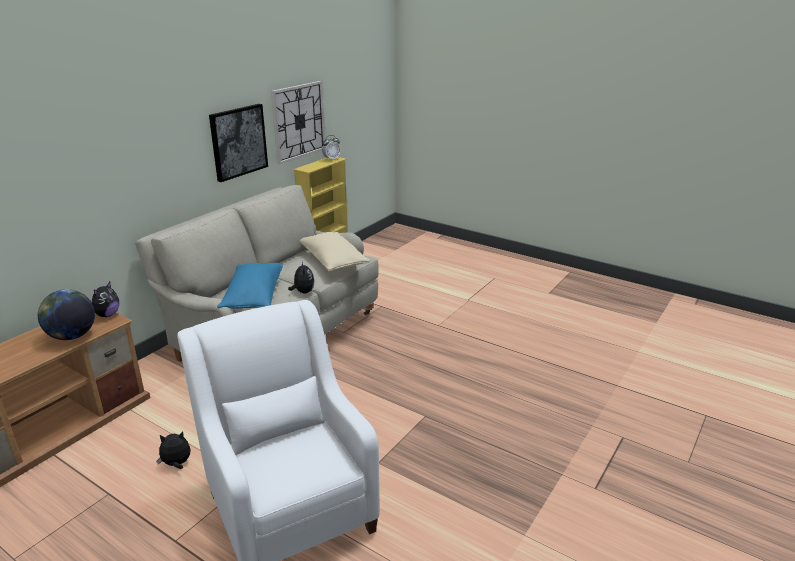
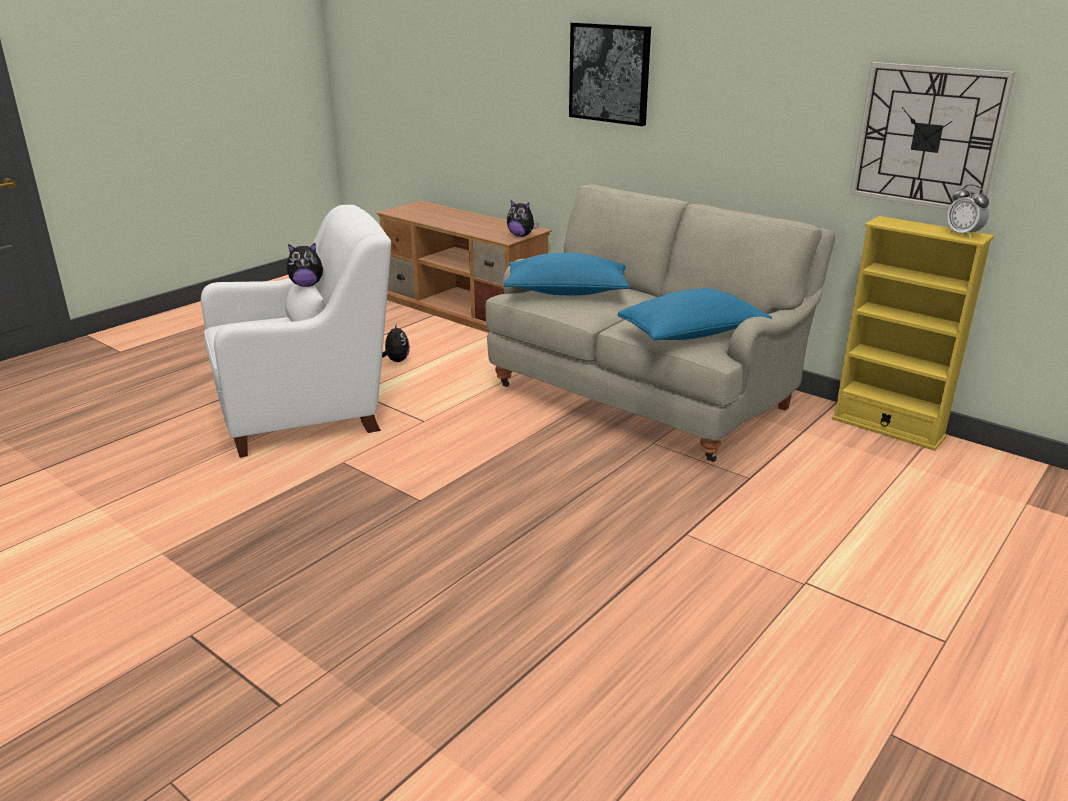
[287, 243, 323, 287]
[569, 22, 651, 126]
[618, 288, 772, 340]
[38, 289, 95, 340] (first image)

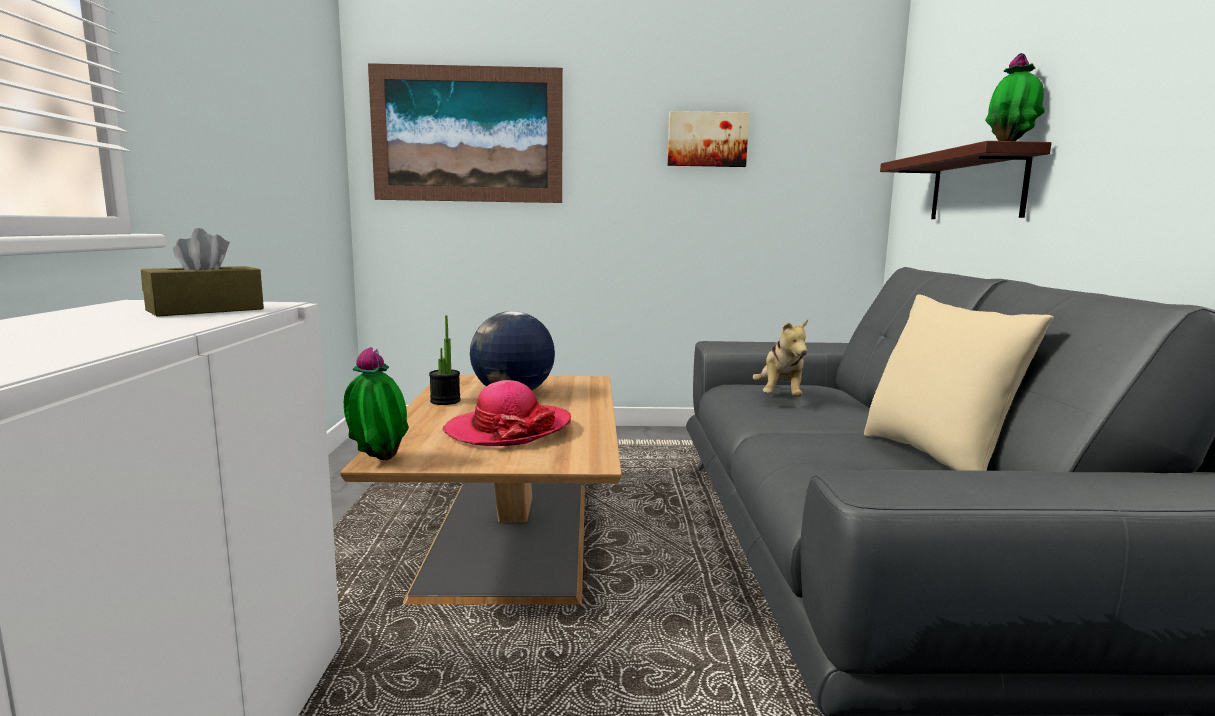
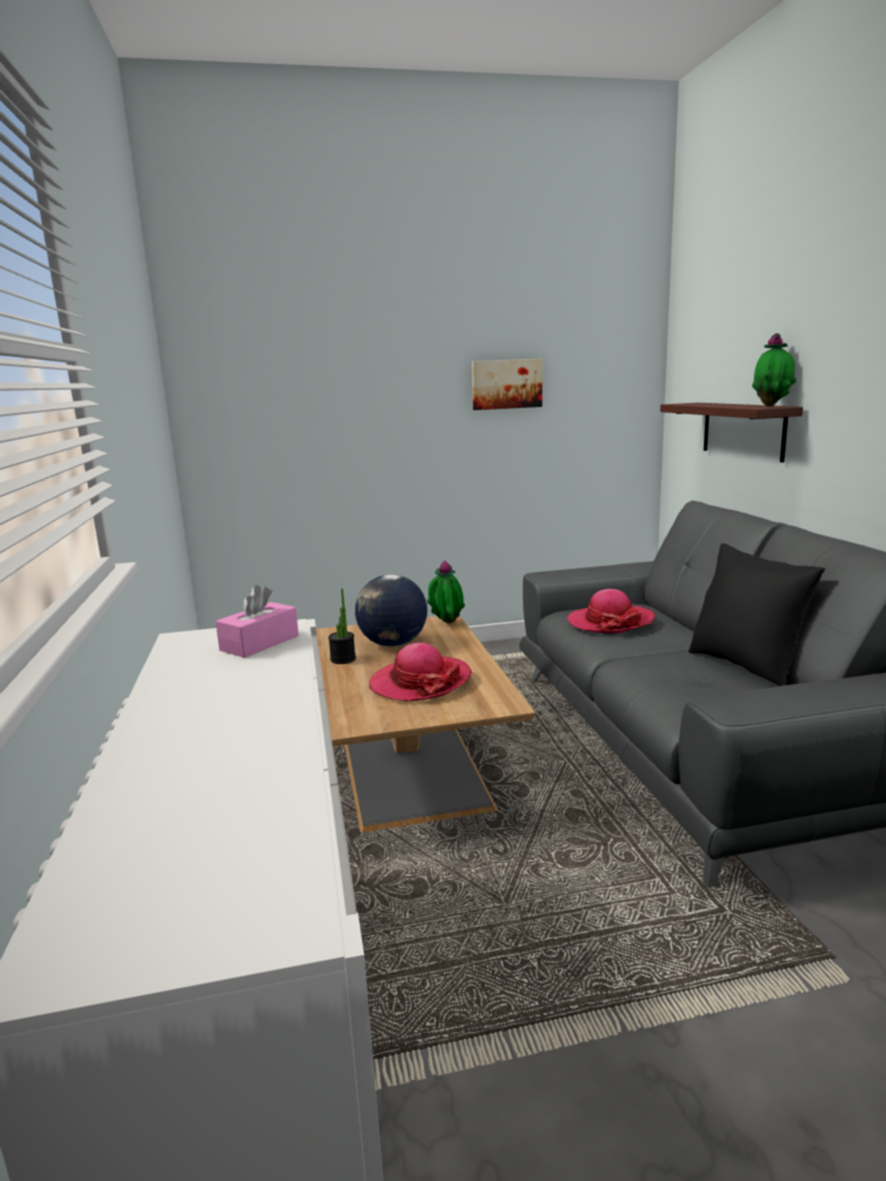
[216, 585, 299, 658]
[427, 561, 465, 623]
[566, 589, 655, 634]
[689, 543, 825, 686]
[368, 63, 563, 203] (first image)

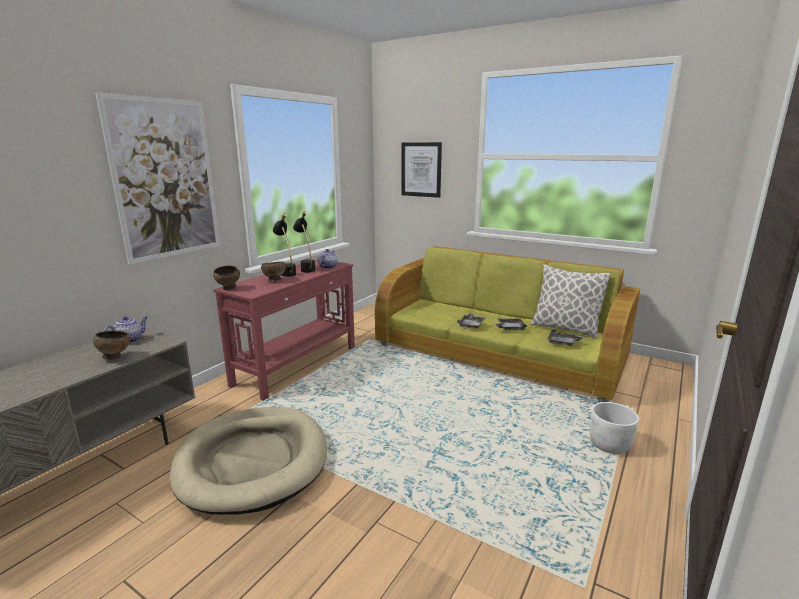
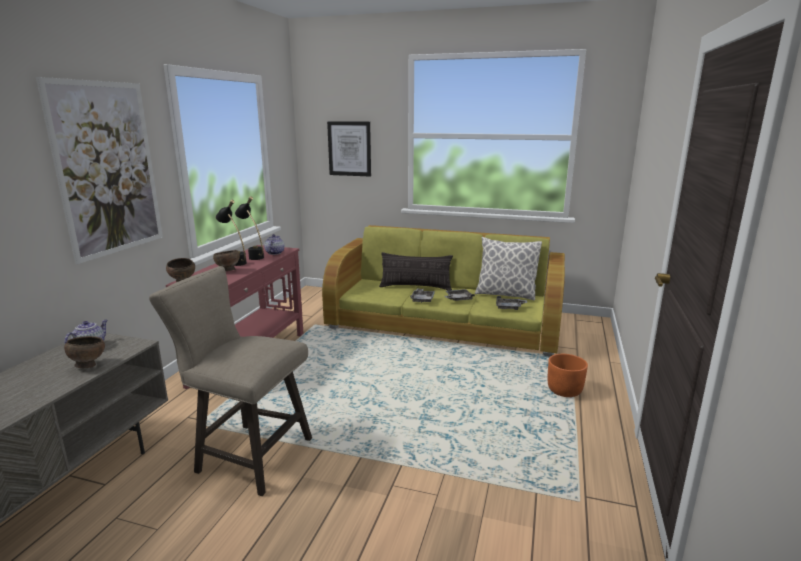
[149, 266, 312, 496]
[379, 252, 453, 291]
[548, 354, 588, 397]

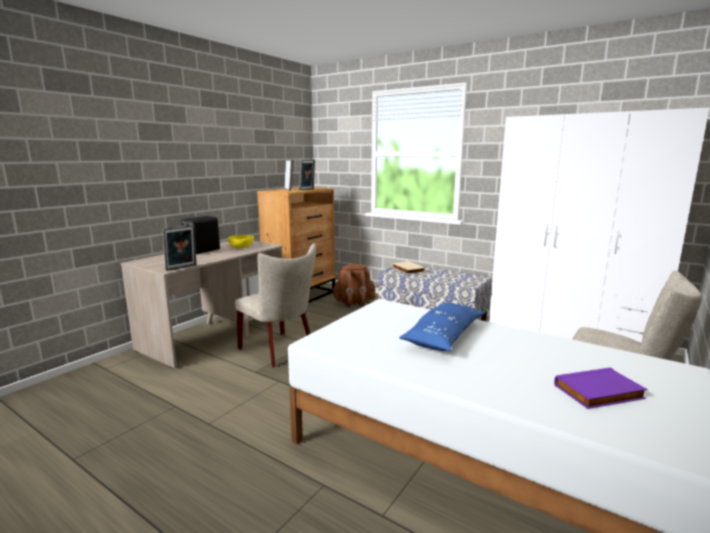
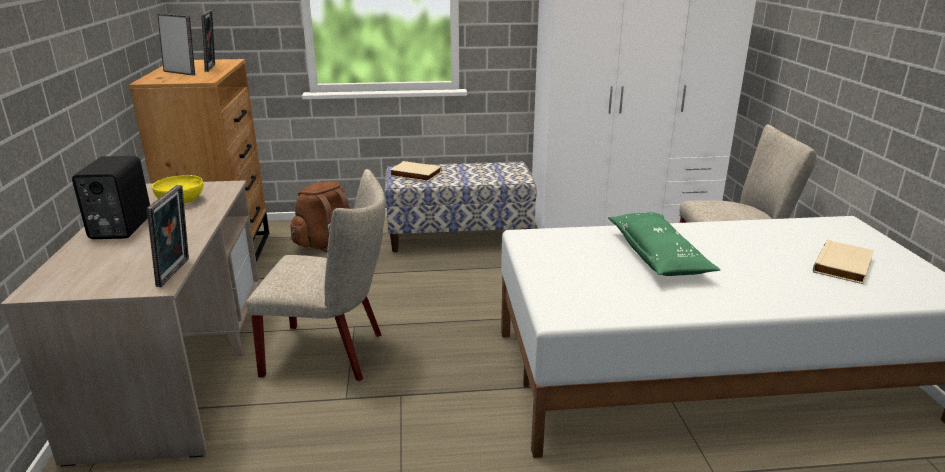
[608, 212, 720, 276]
[813, 240, 874, 284]

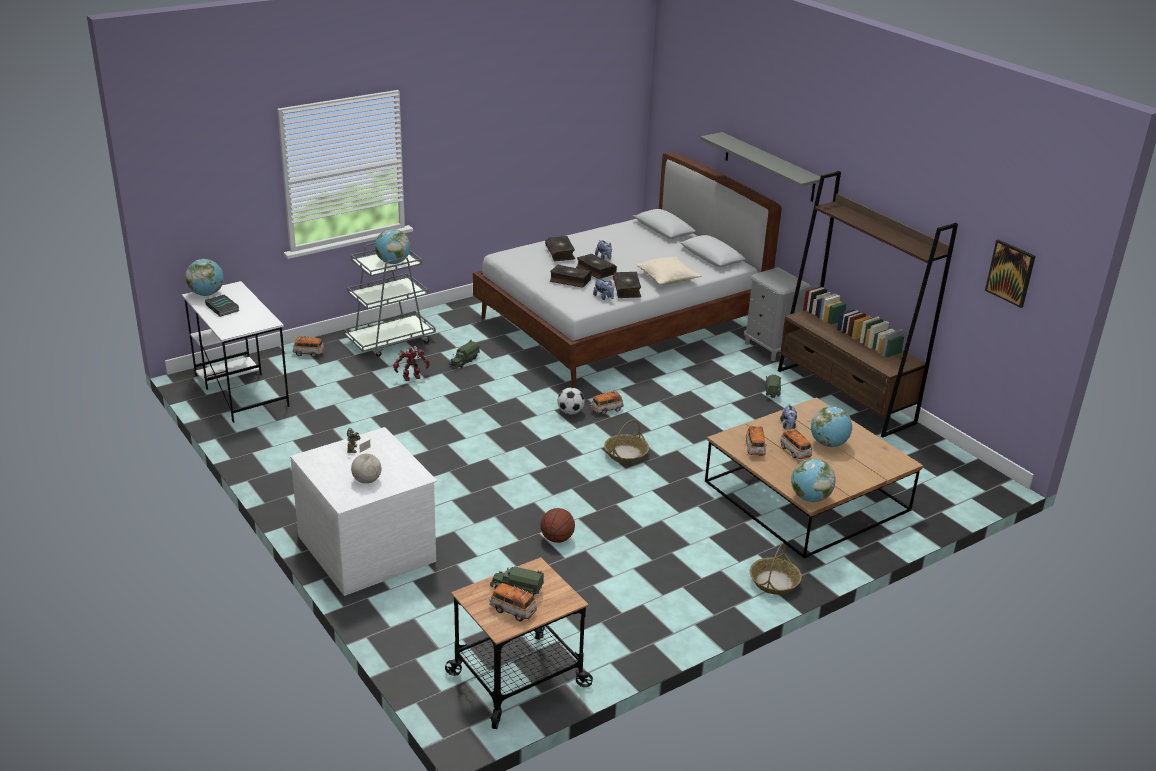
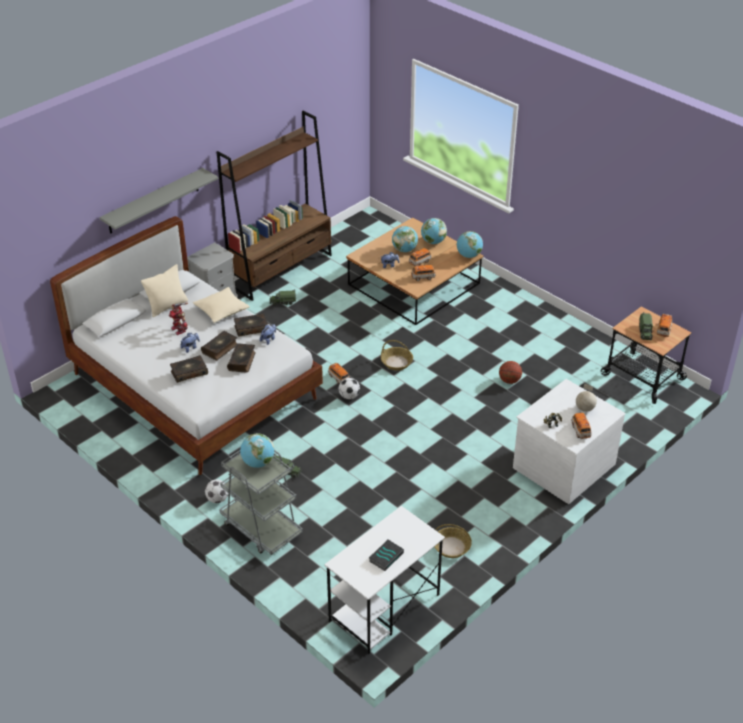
[141, 264, 188, 317]
[169, 303, 188, 335]
[205, 480, 228, 503]
[421, 218, 447, 244]
[435, 524, 472, 558]
[571, 413, 592, 439]
[985, 240, 1035, 308] (first image)

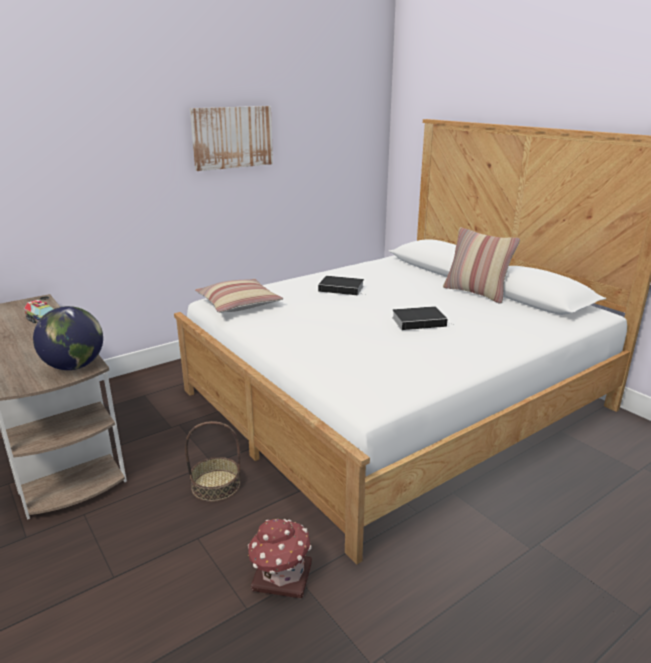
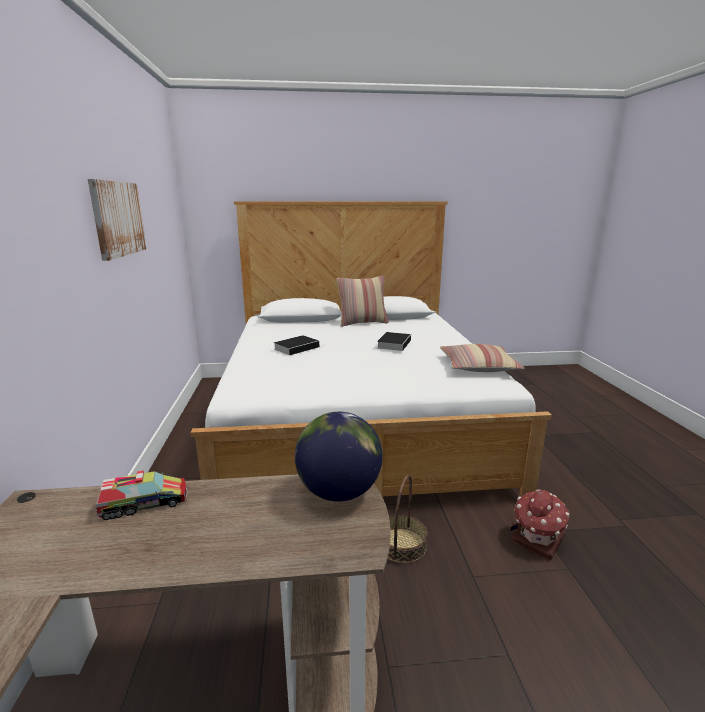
[440, 344, 525, 372]

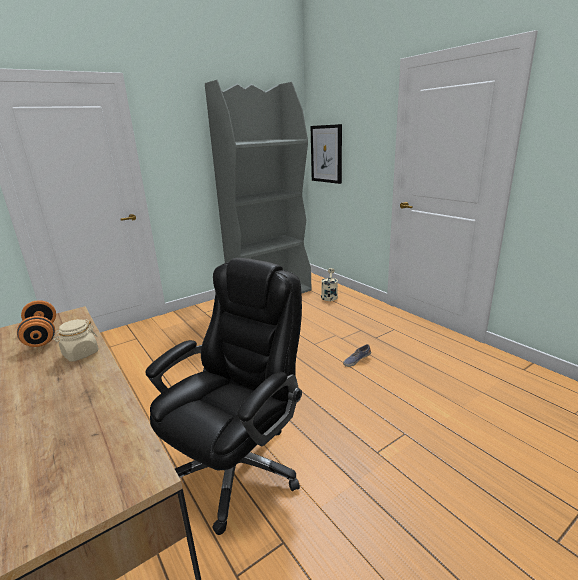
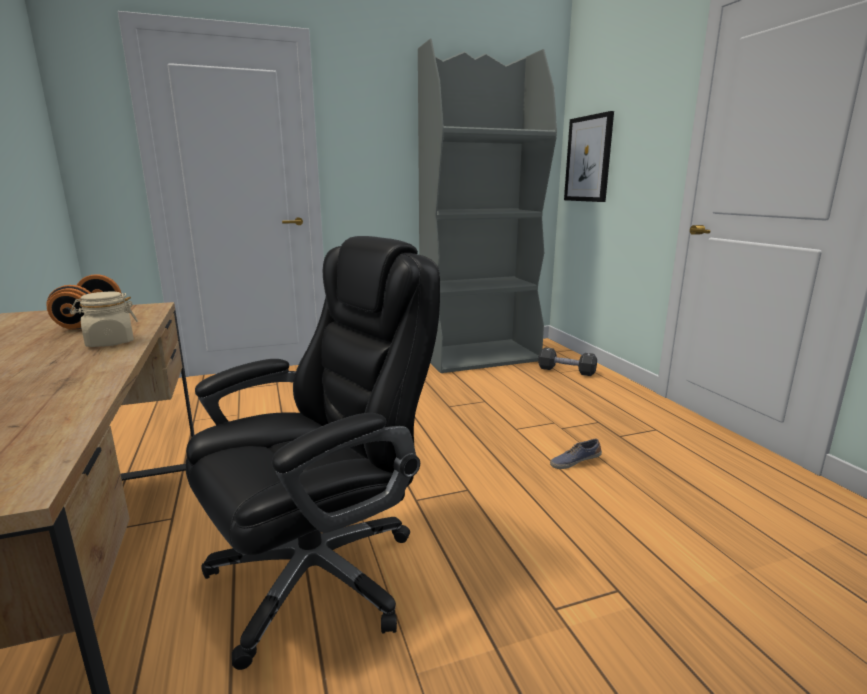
[538, 347, 597, 376]

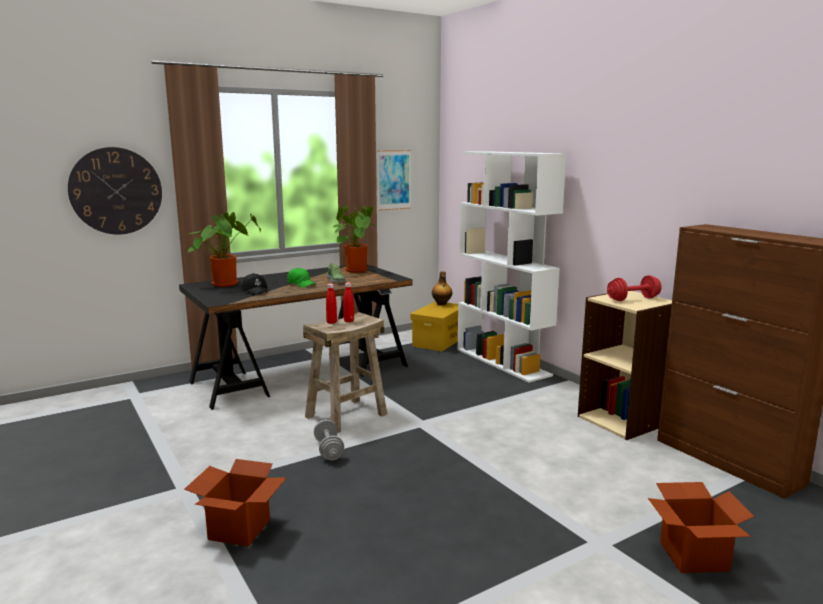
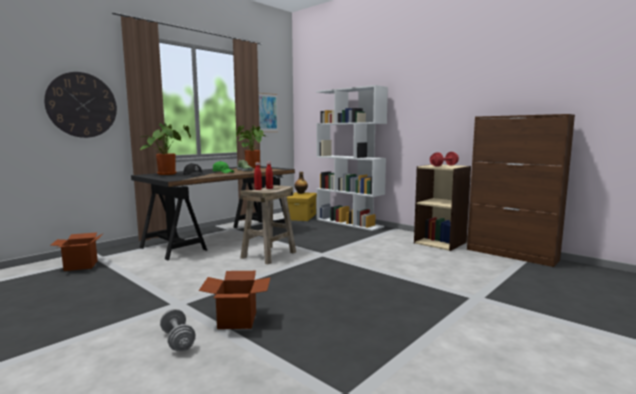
[50, 233, 103, 271]
[160, 309, 195, 352]

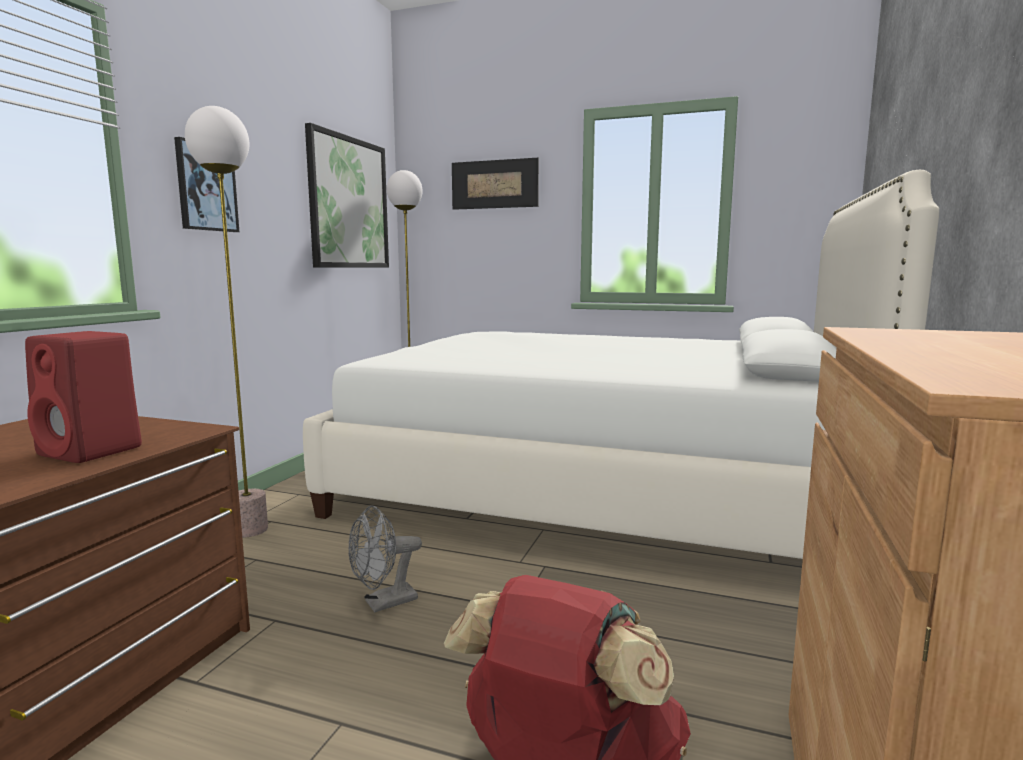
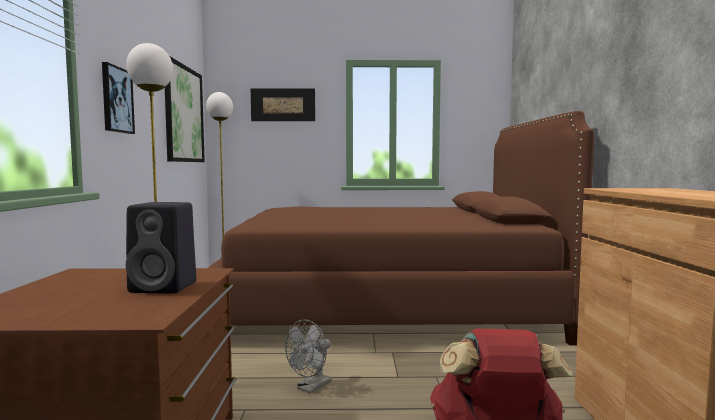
[126, 202, 196, 294]
[208, 111, 595, 345]

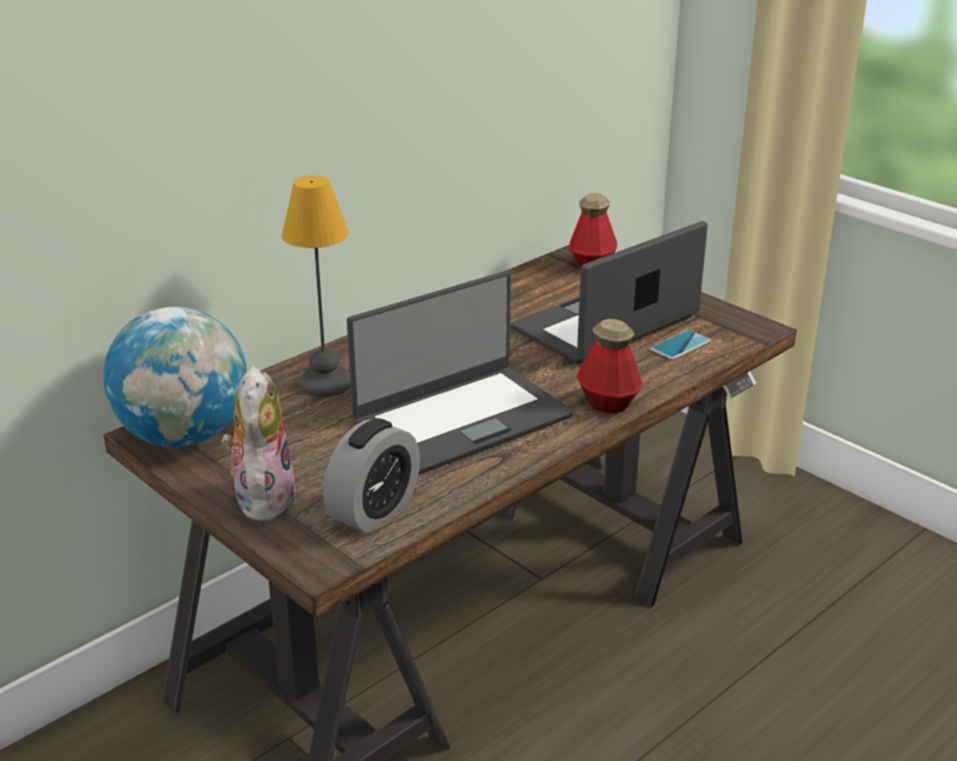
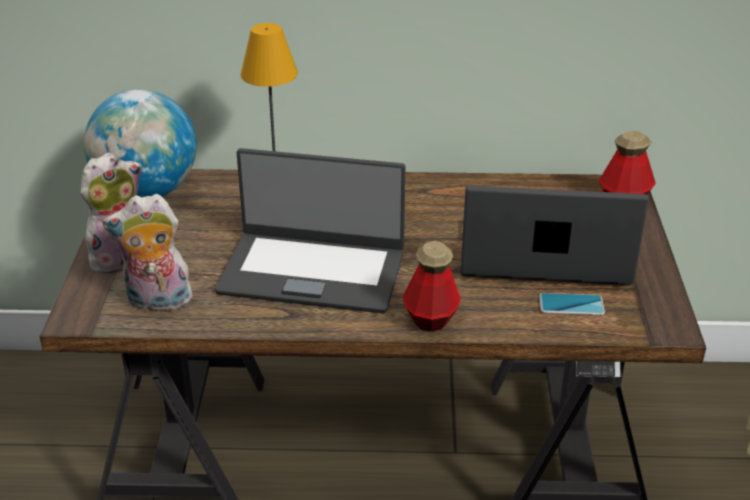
[102, 194, 194, 311]

